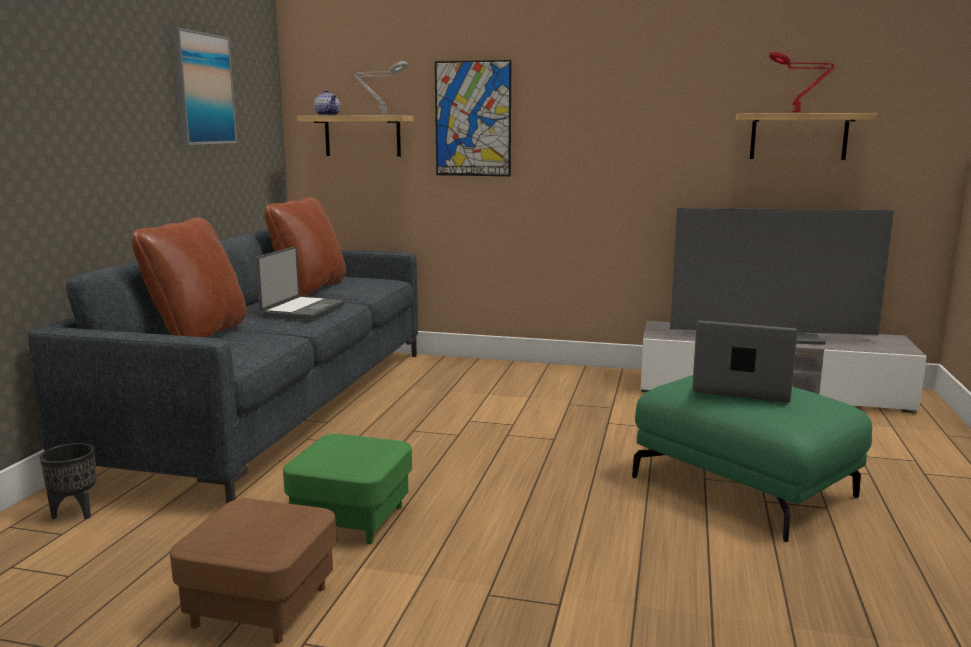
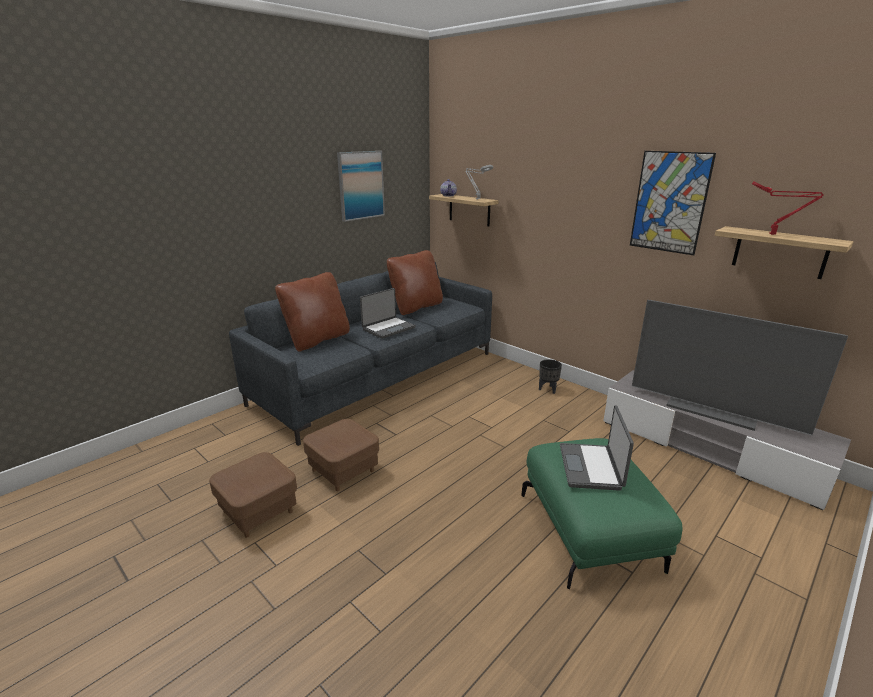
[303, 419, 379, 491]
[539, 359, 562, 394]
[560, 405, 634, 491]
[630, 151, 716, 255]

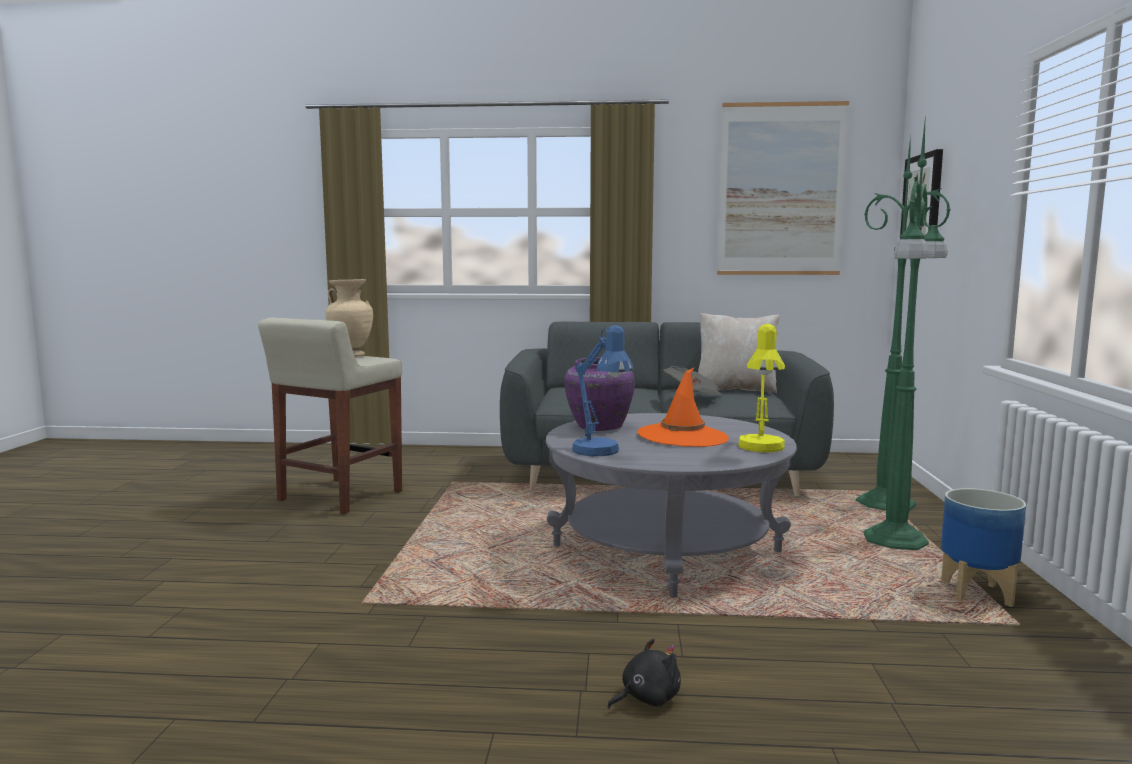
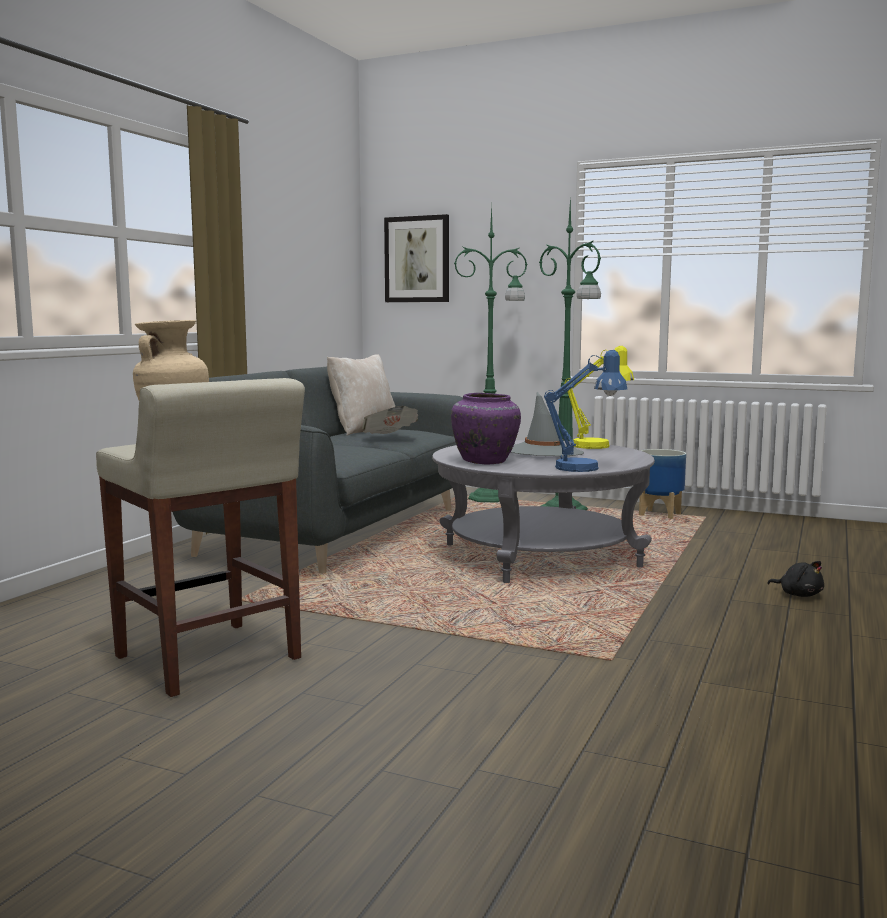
[511, 392, 584, 456]
[767, 561, 824, 597]
[717, 101, 849, 275] (first image)

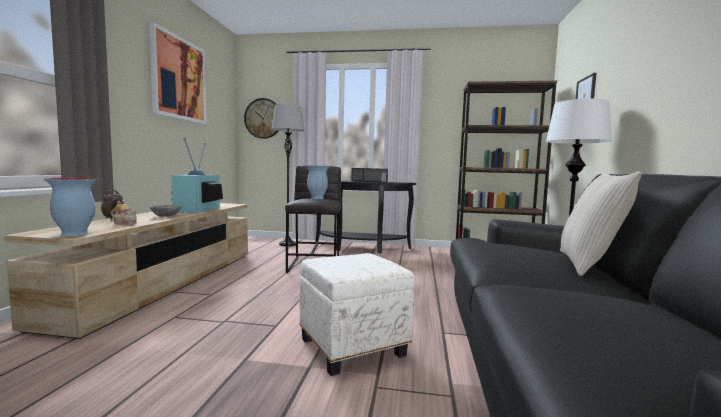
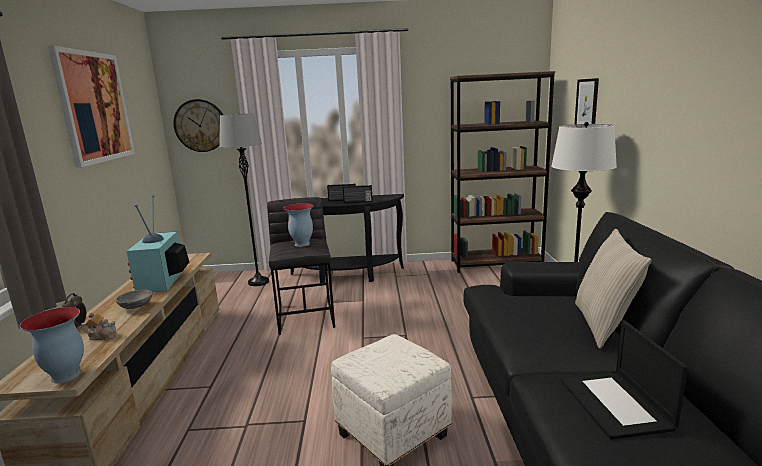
[561, 320, 688, 440]

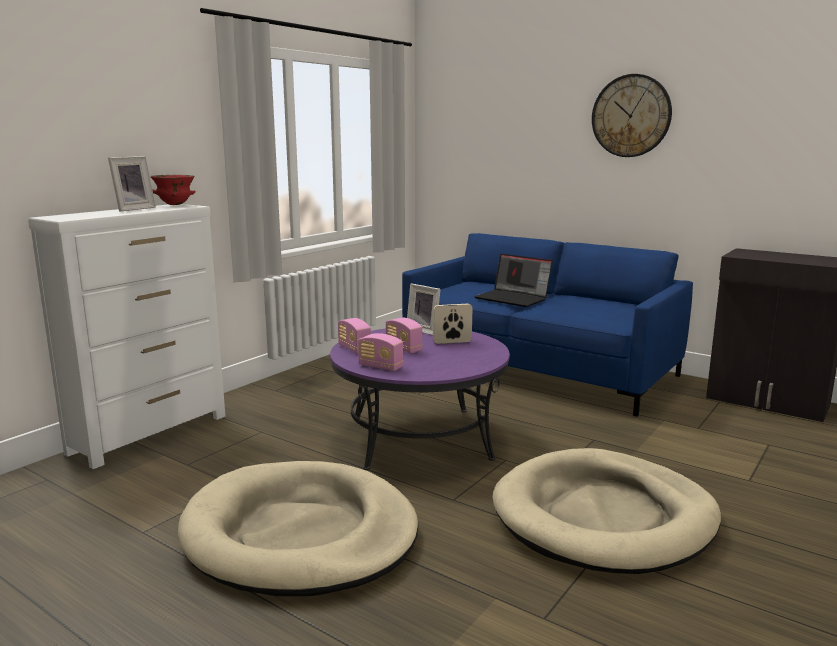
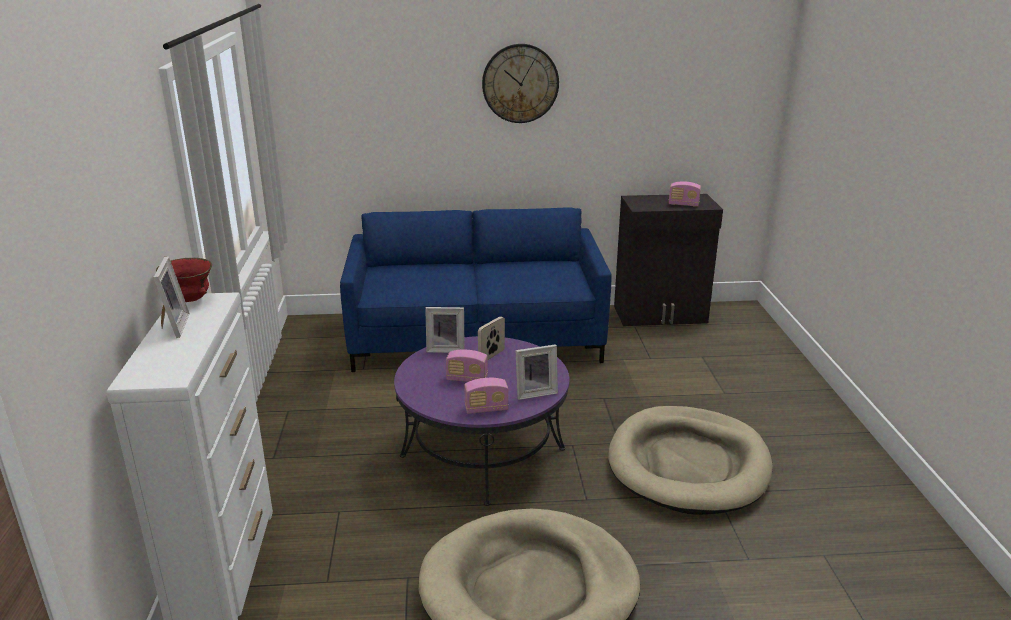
[515, 344, 558, 400]
[669, 181, 701, 207]
[474, 254, 553, 307] (first image)

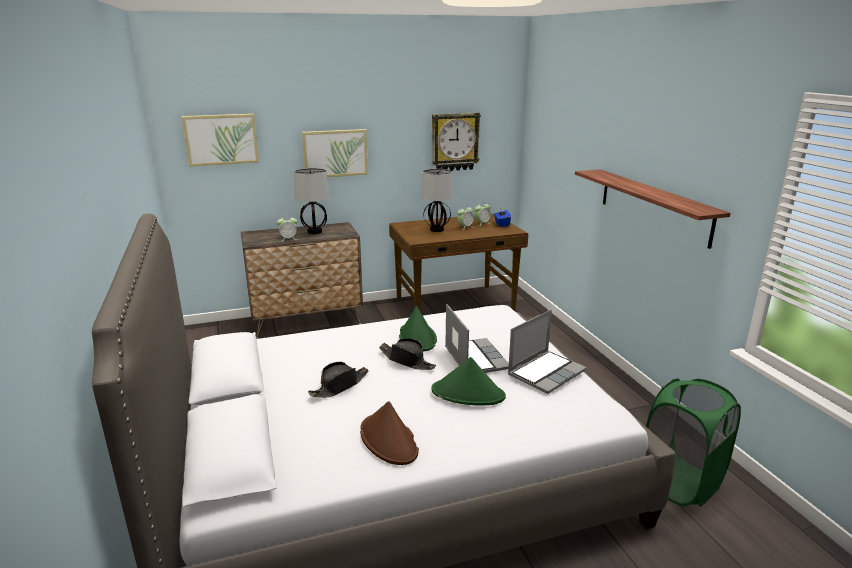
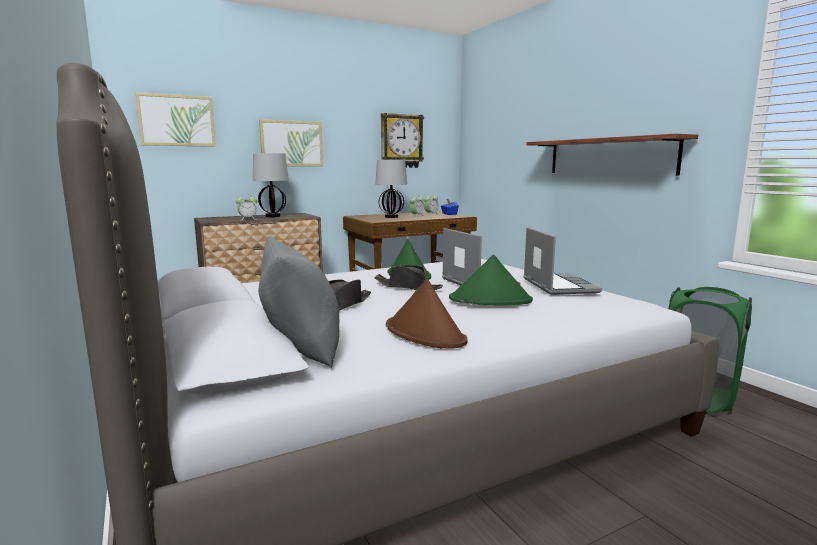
[258, 236, 339, 368]
[524, 227, 602, 295]

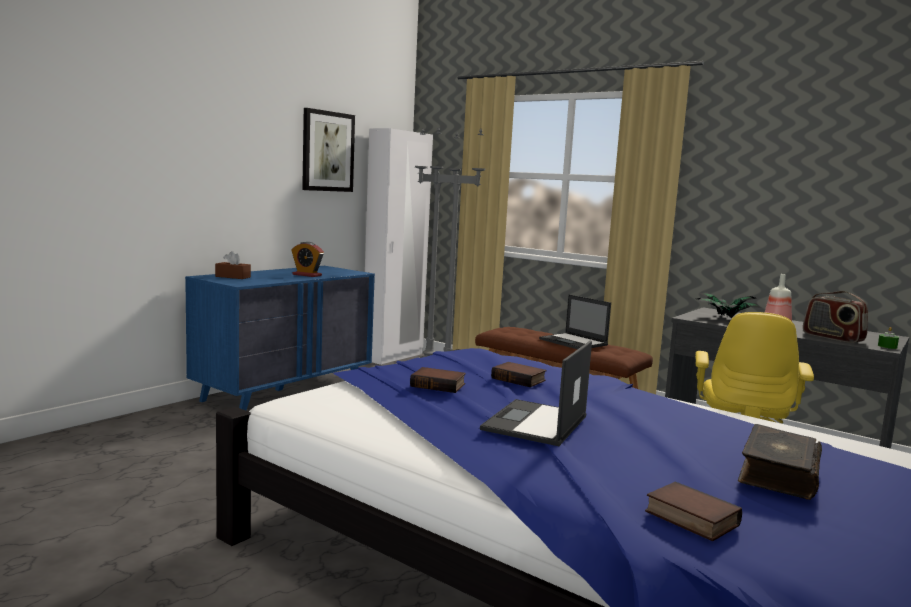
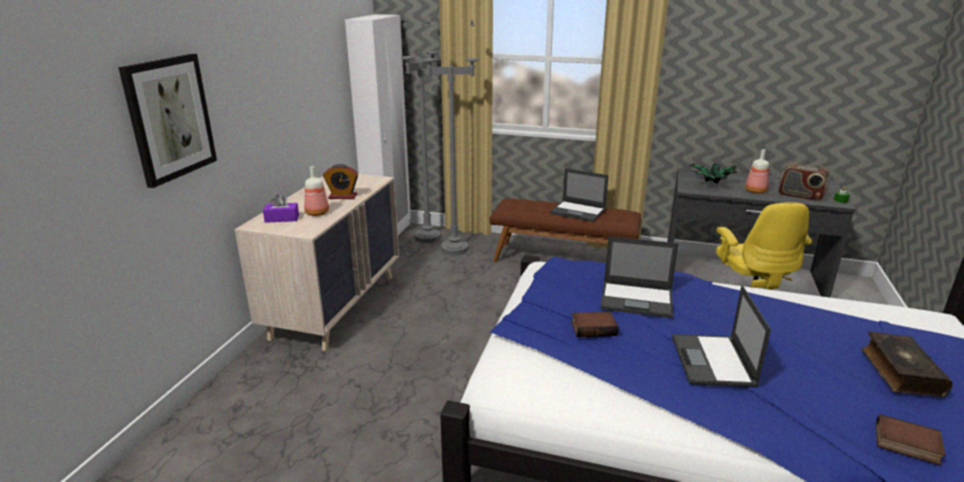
[118, 54, 217, 188]
[235, 174, 399, 351]
[263, 194, 299, 223]
[304, 166, 329, 216]
[600, 236, 679, 318]

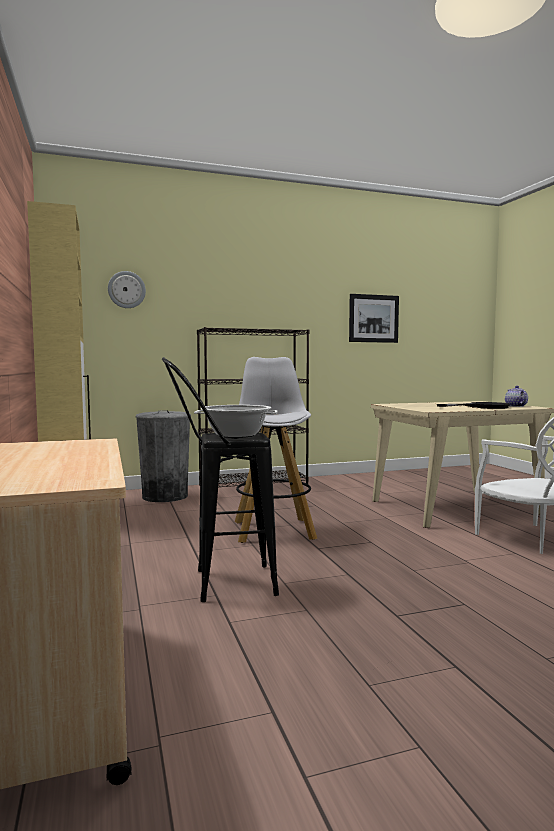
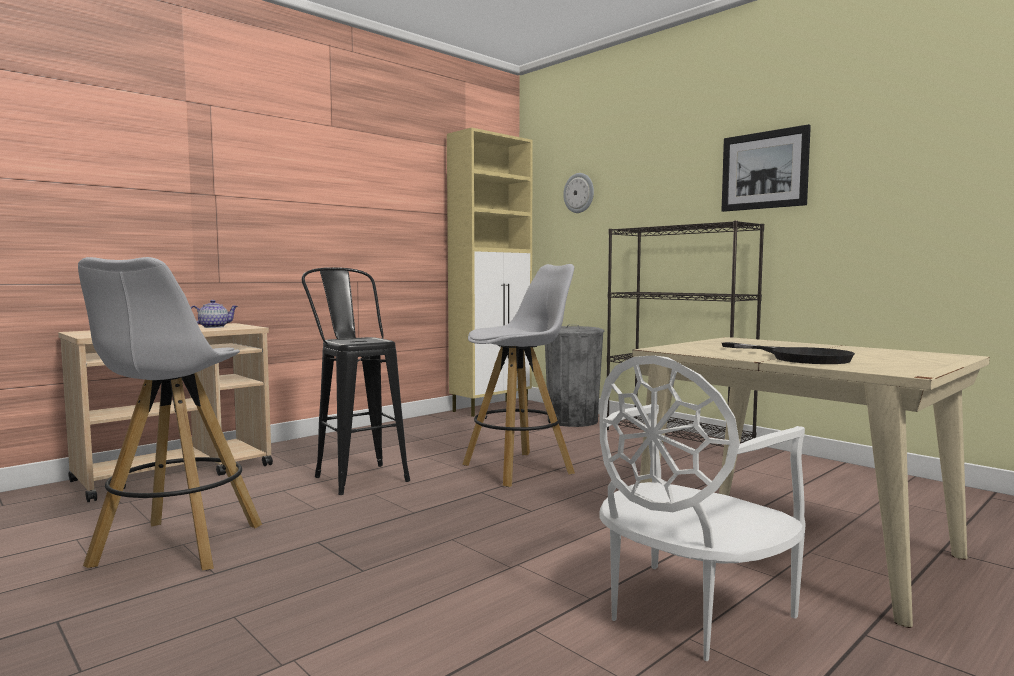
[78, 257, 262, 570]
[191, 300, 238, 328]
[722, 124, 811, 212]
[194, 405, 278, 438] (first image)

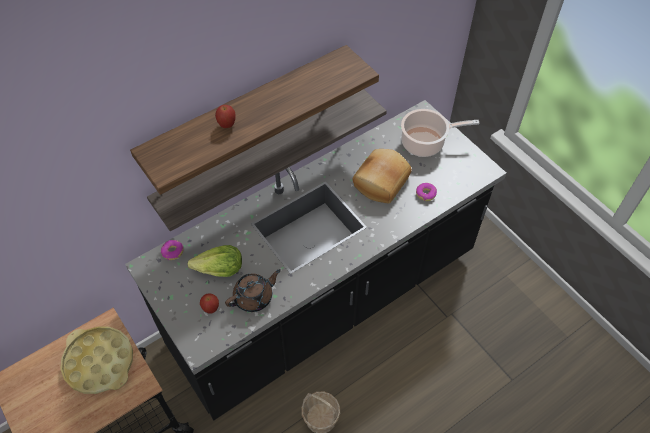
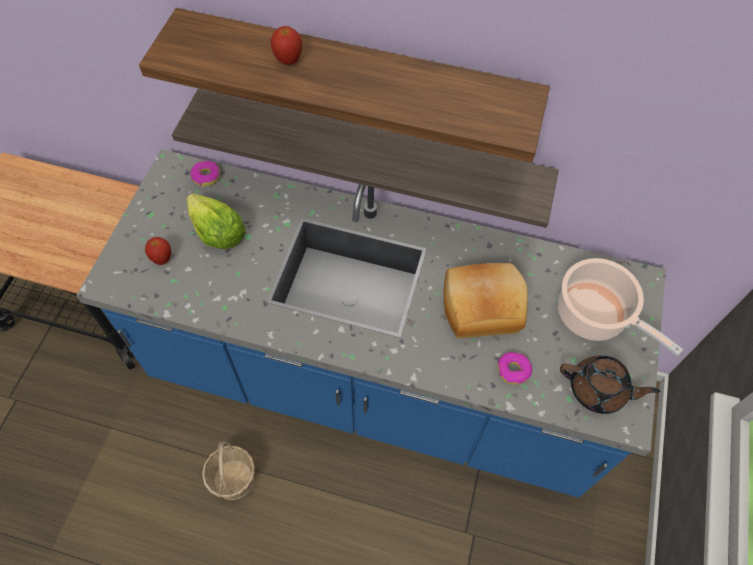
[76, 149, 666, 498]
[560, 355, 660, 414]
[60, 326, 133, 394] (first image)

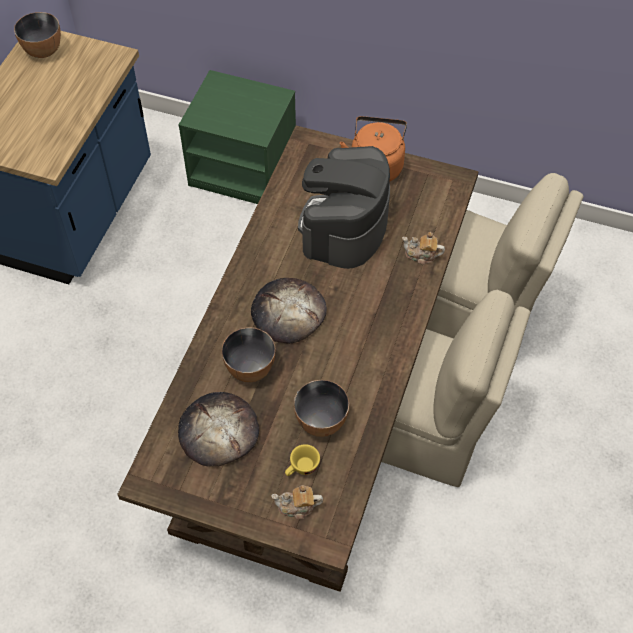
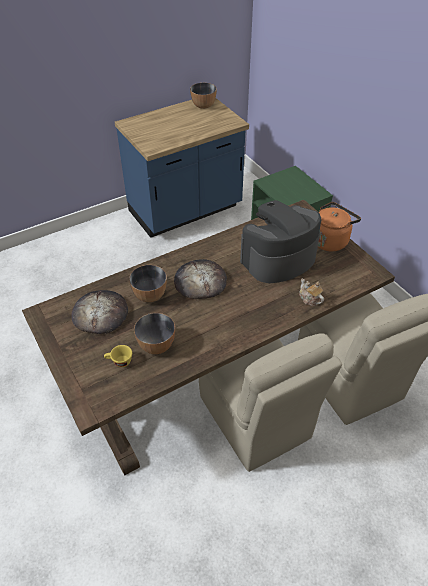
[271, 485, 323, 519] (first image)

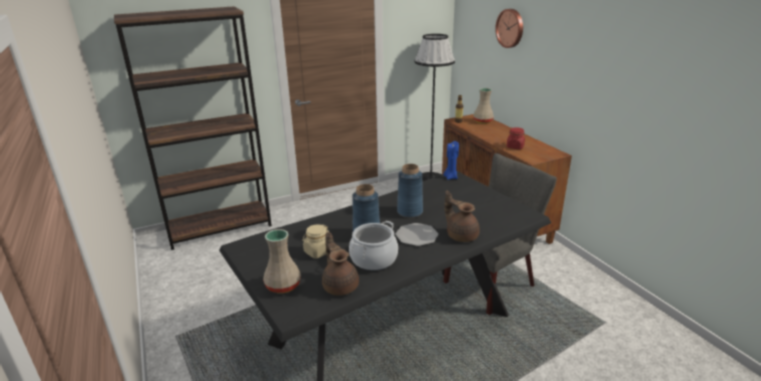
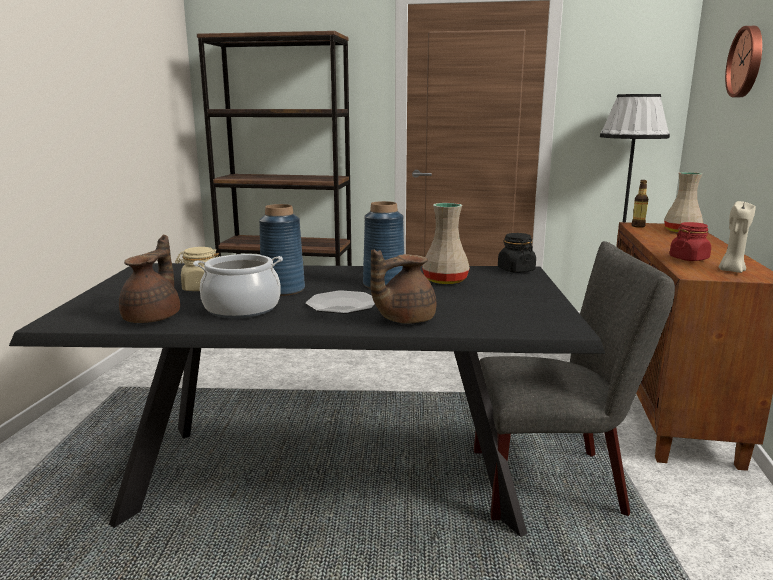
[371, 250, 436, 324]
[422, 203, 470, 284]
[498, 233, 536, 273]
[719, 201, 756, 273]

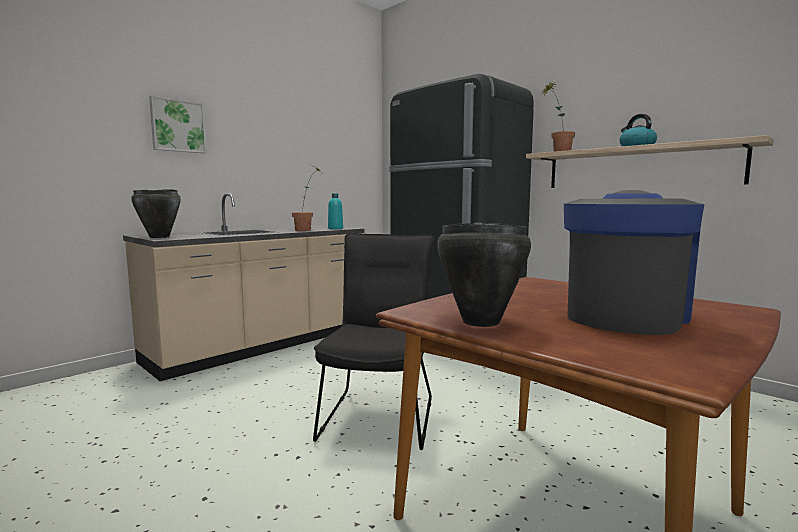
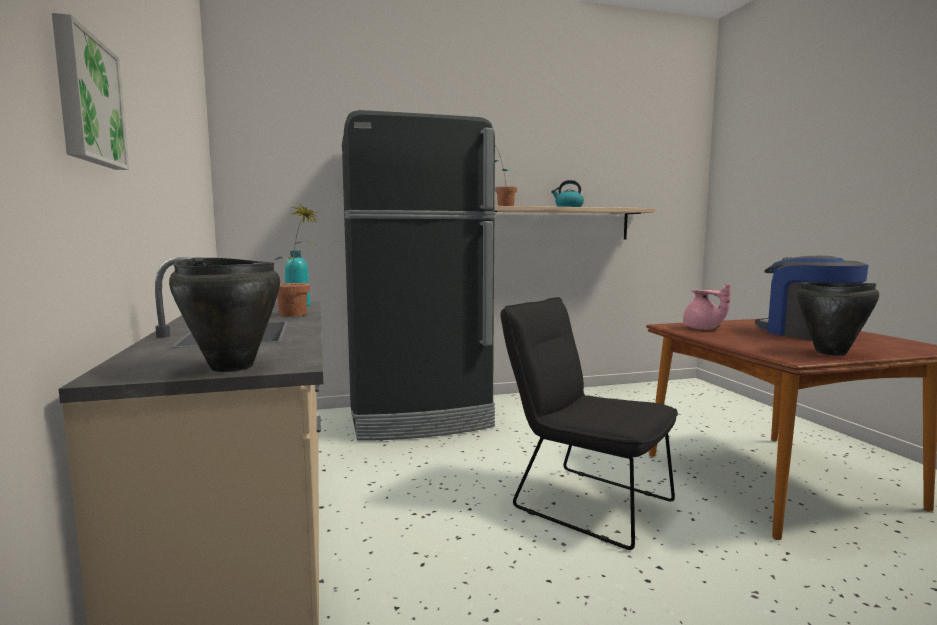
[683, 283, 731, 330]

